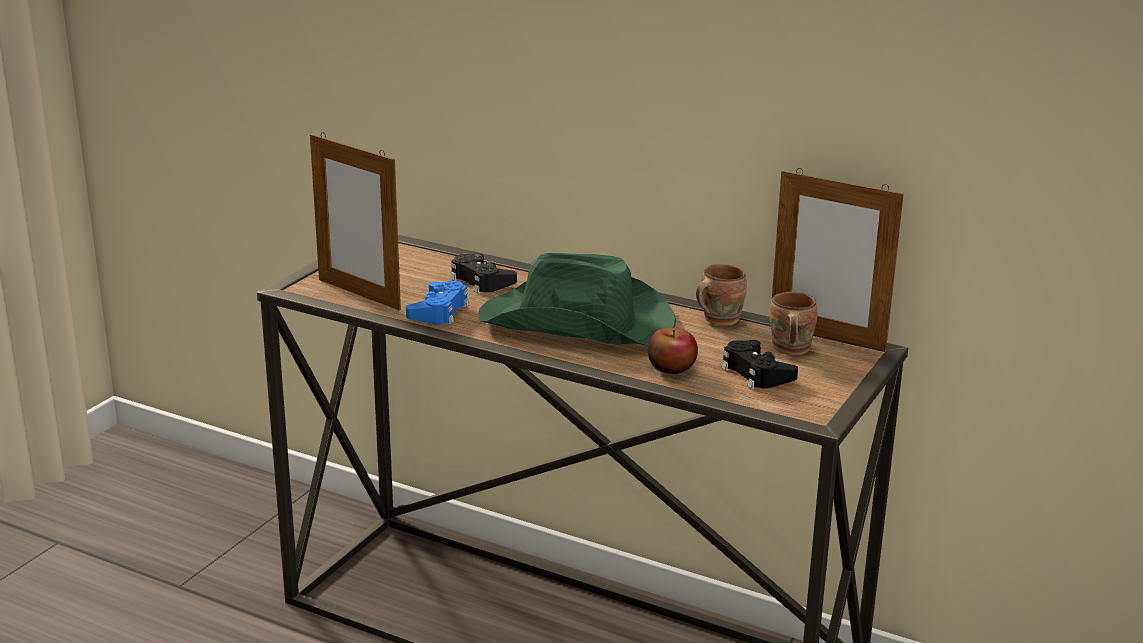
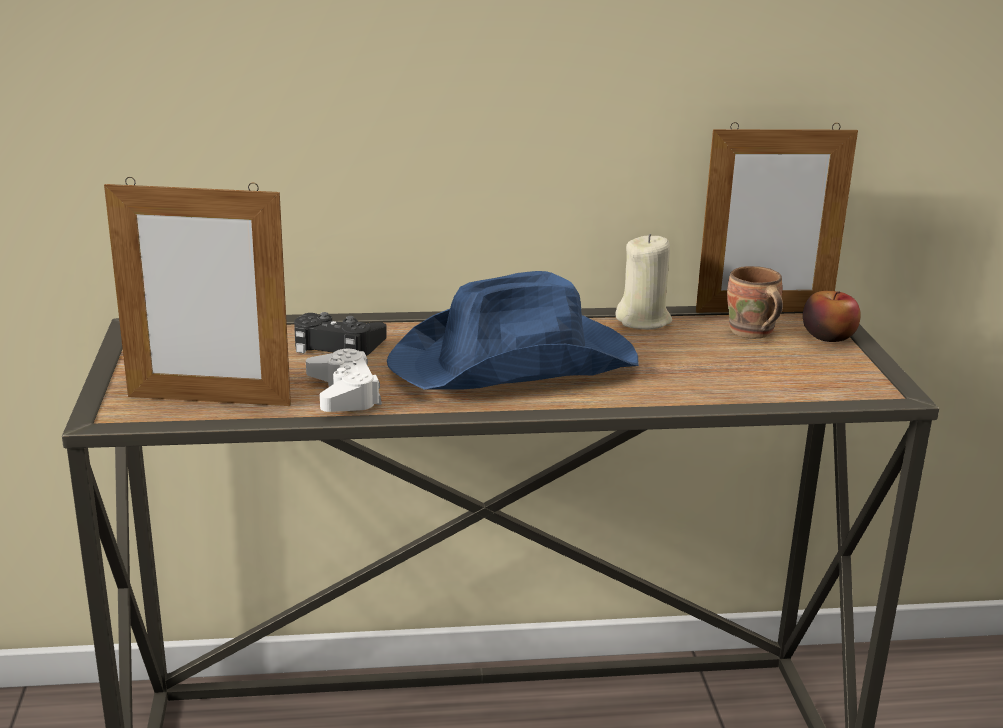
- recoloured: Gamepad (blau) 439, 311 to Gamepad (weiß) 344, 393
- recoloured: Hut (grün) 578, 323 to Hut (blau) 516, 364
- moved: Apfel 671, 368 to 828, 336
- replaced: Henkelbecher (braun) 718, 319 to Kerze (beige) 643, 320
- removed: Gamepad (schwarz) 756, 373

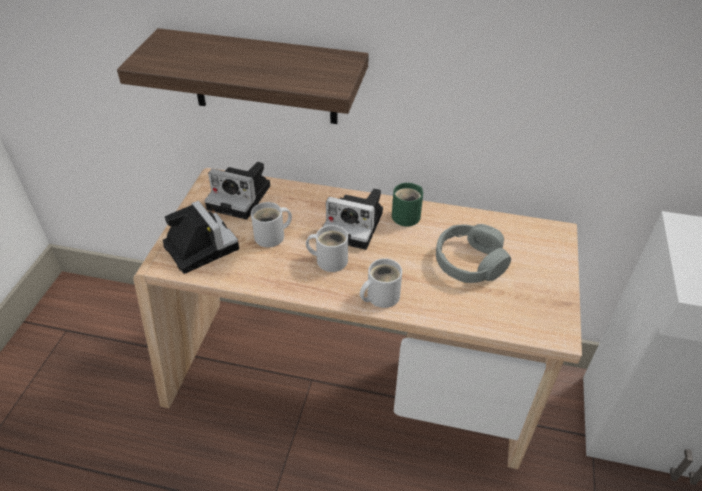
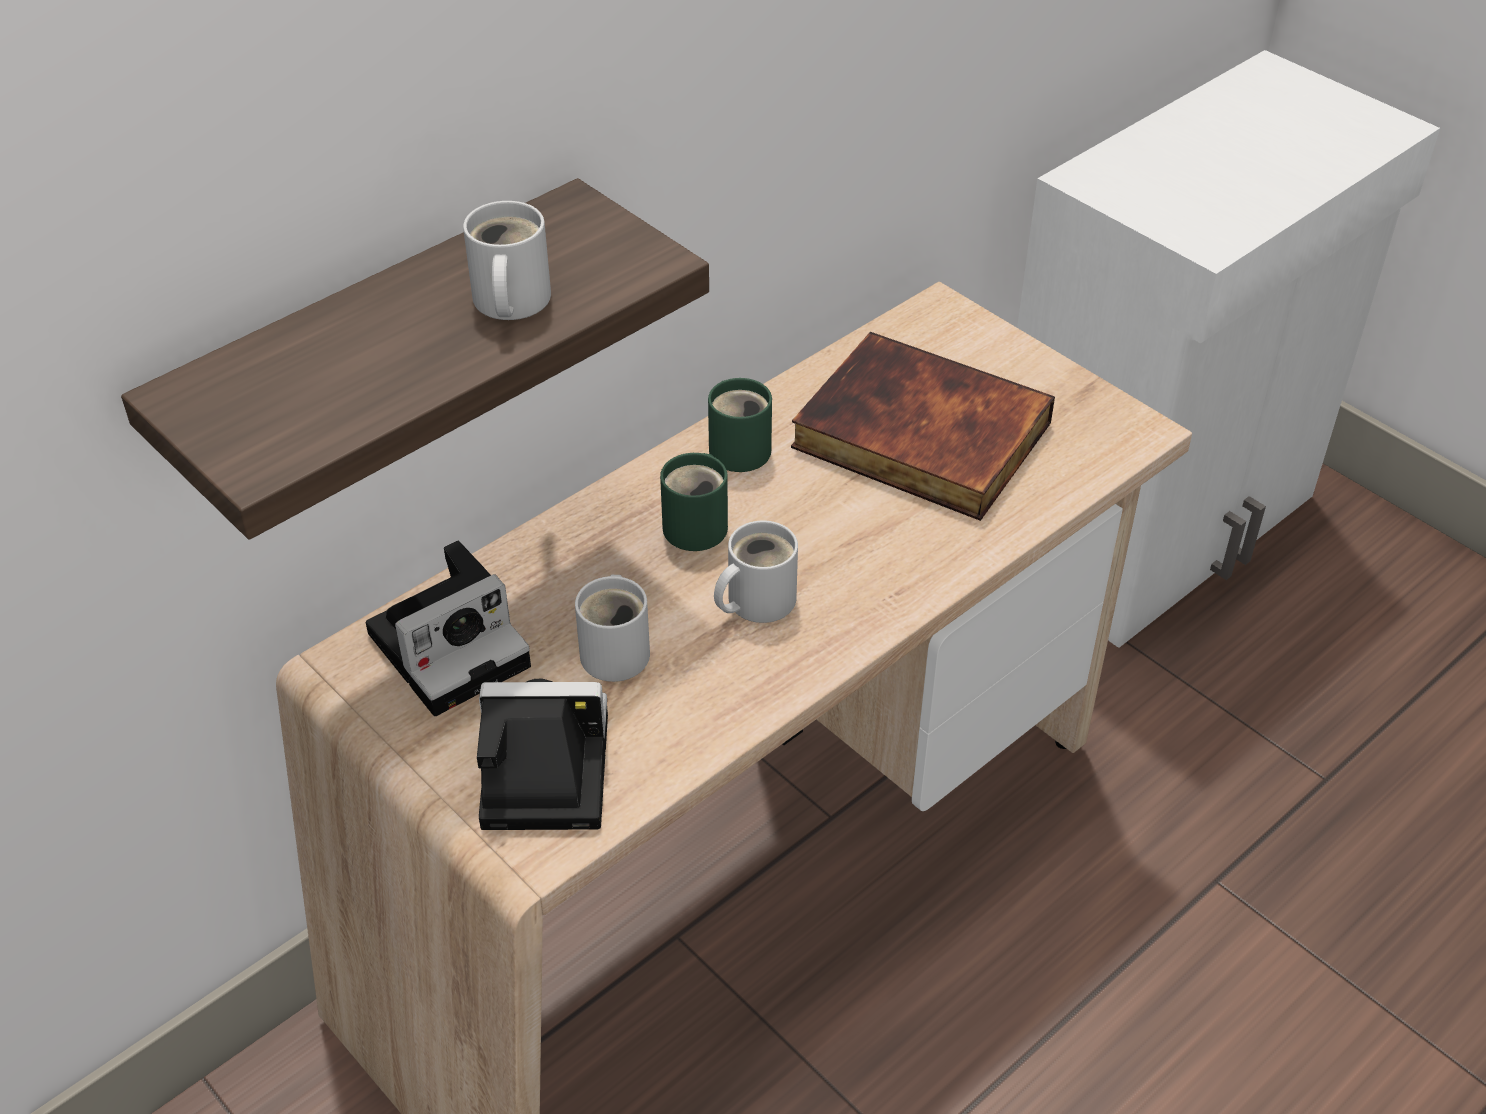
- replaced: Kamera 355, 225 to Henkelbecher (grün) 699, 524
- moved: Henkelbecher (weiß) 380, 296 to 508, 302
- replaced: Kopfhörer (grau) 470, 262 to Buch 918, 437

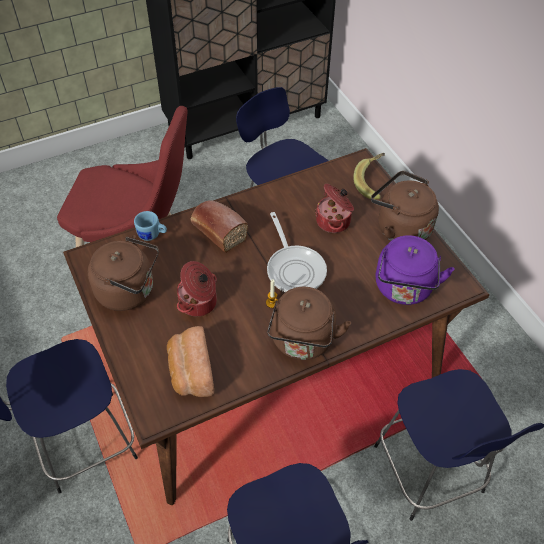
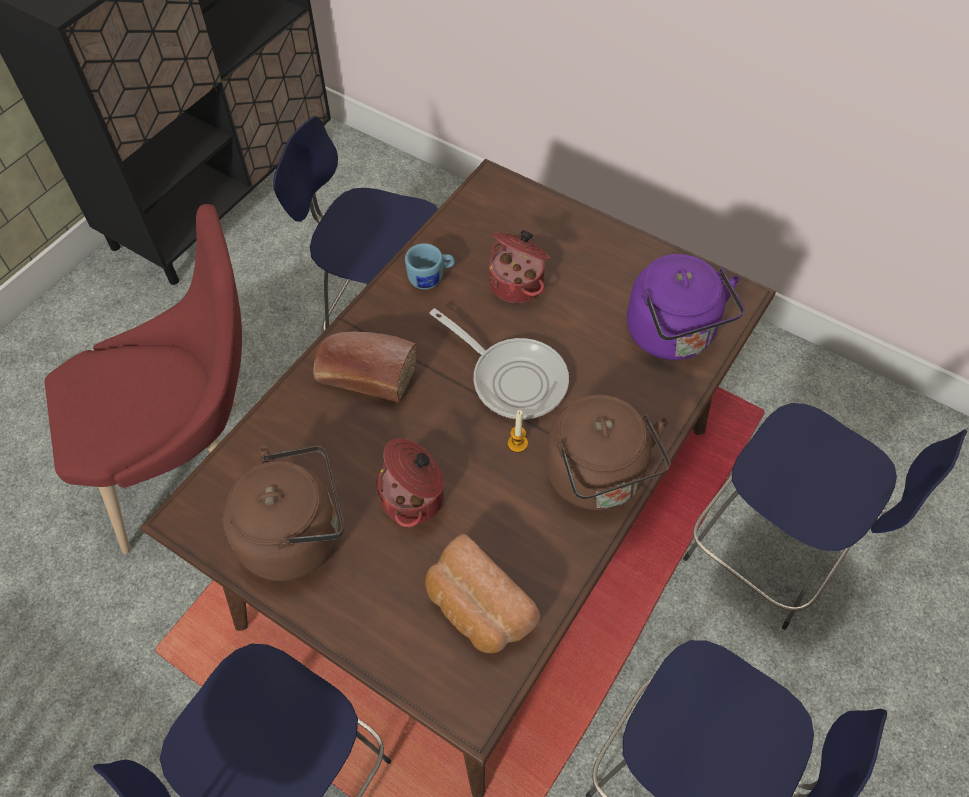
- moved: Henkelbecher (blau) 152, 235 to 431, 278
- removed: Banane 373, 183
- removed: Wasserkessel (braun) 400, 227

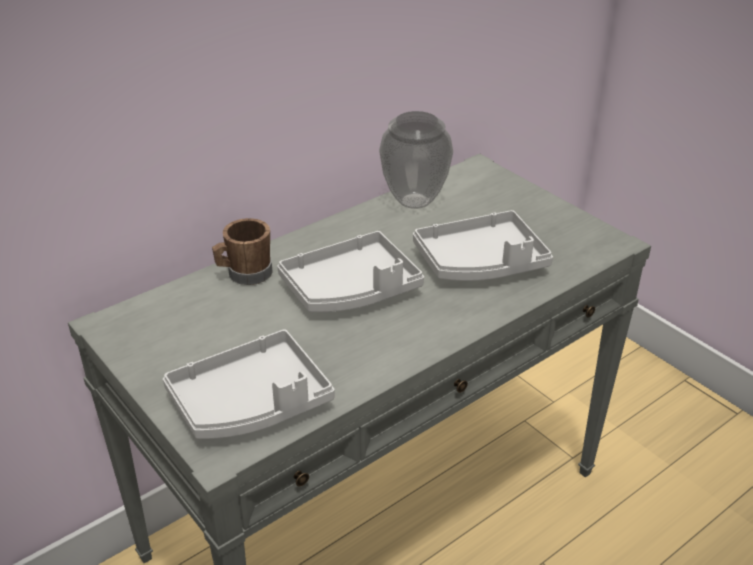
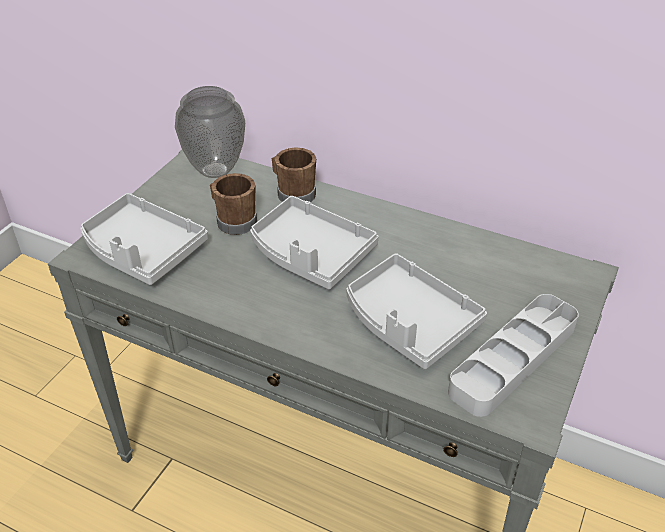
- moved: Vase 414, 202 to 214, 170
- added: Henkelbecher (braun) 233, 221
- added: Tablett (grau) 513, 359

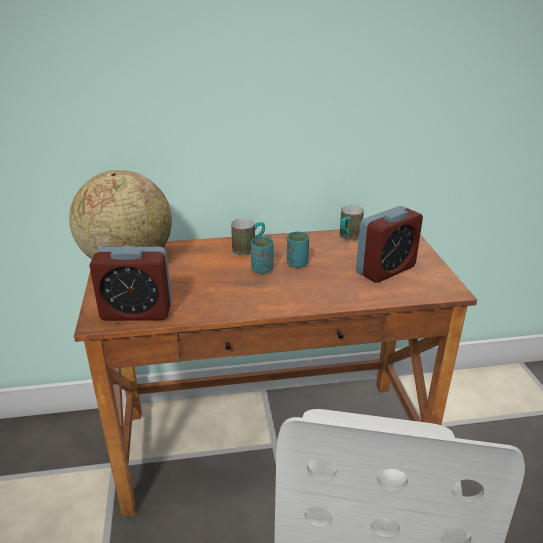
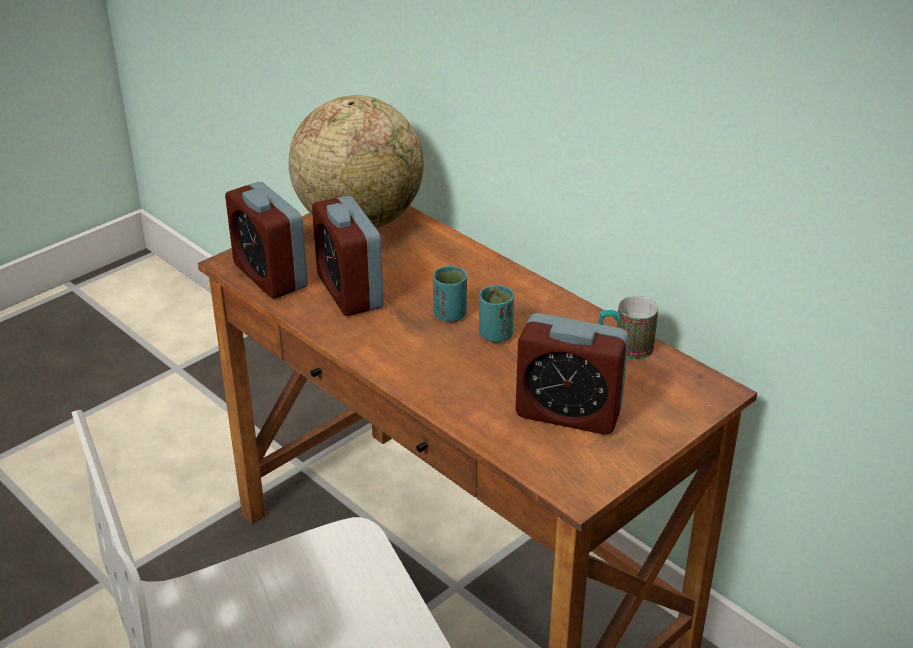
- removed: Henkelbecher 249, 249
- added: Wecker 350, 292

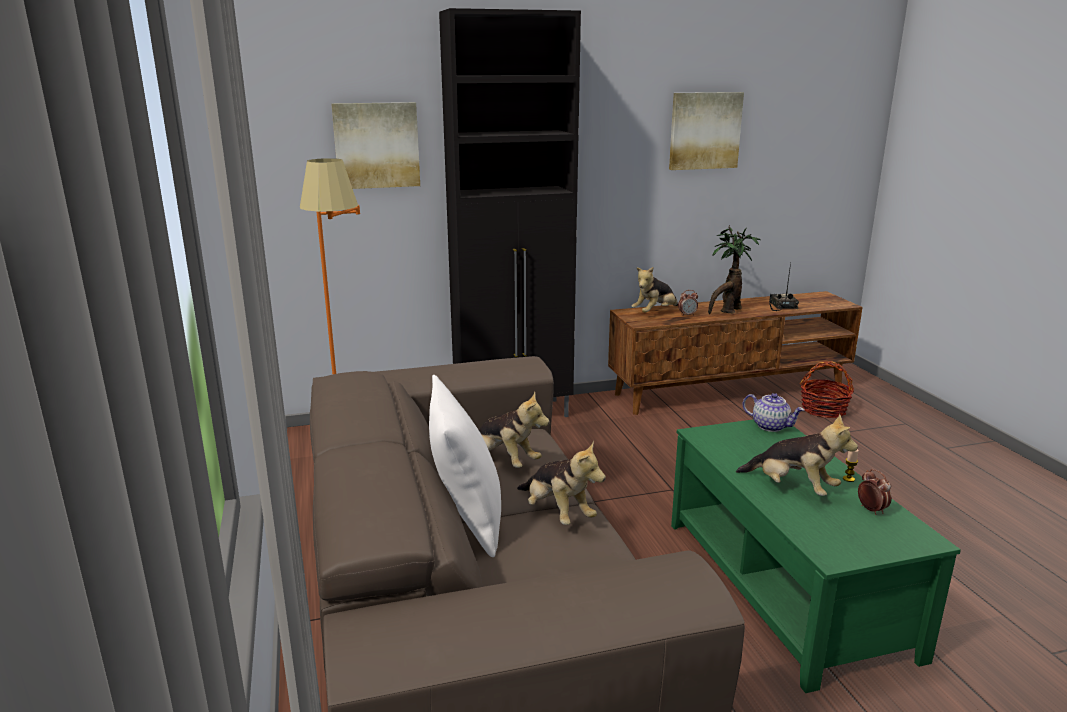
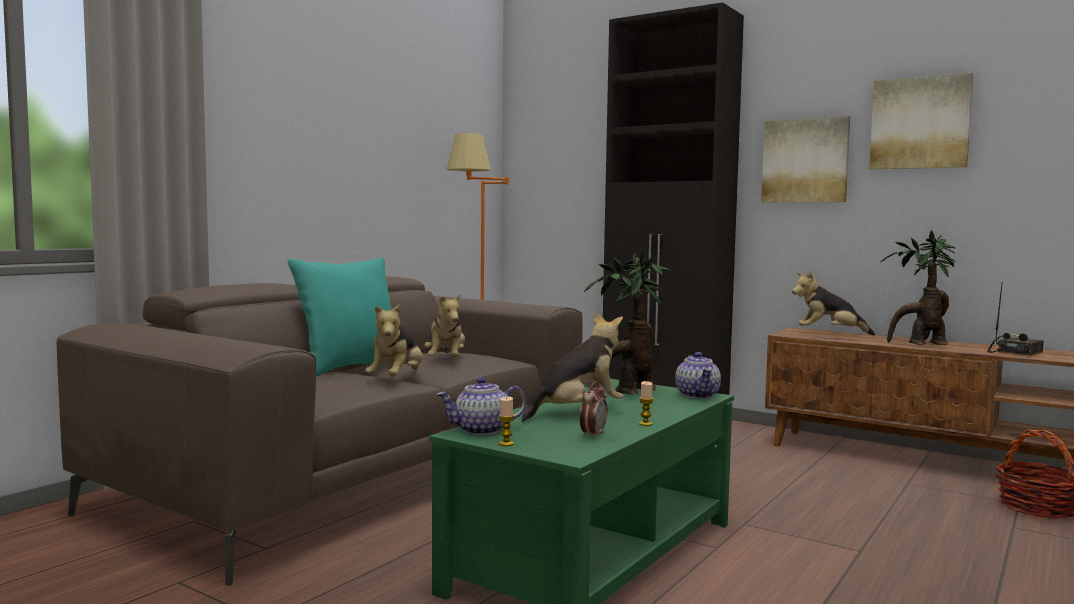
- moved: Bild 376, 145 to 805, 160
- recoloured: Kissen (weiß) 467, 519 to Kissen (türkis) 350, 368
- removed: Wecker 687, 315
- turned: Plüschtier 792, 488 = 577, 412 120 degrees counterclockwise
- added: Teekanne 481, 430
- added: Kerze 506, 444
- added: Topfpflanze 628, 392

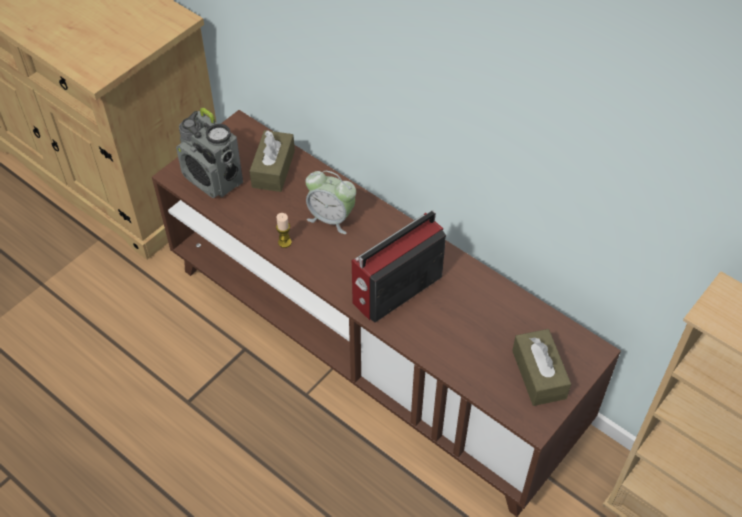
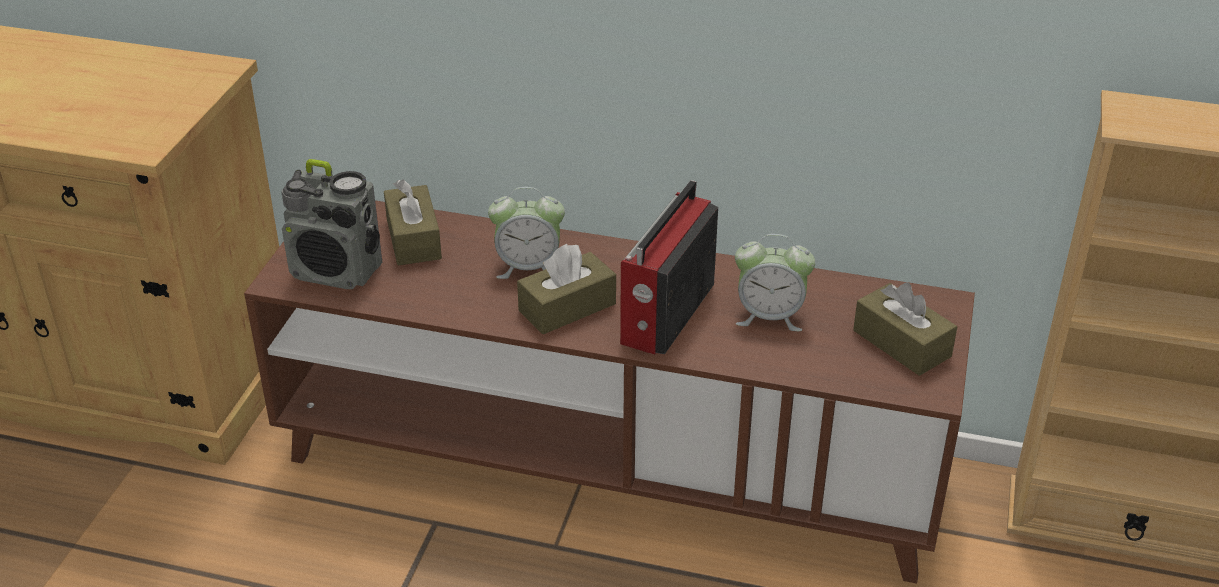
- removed: Kerze 284, 242
- added: Taschentuchbox (braun) 567, 307
- added: Wecker 770, 316

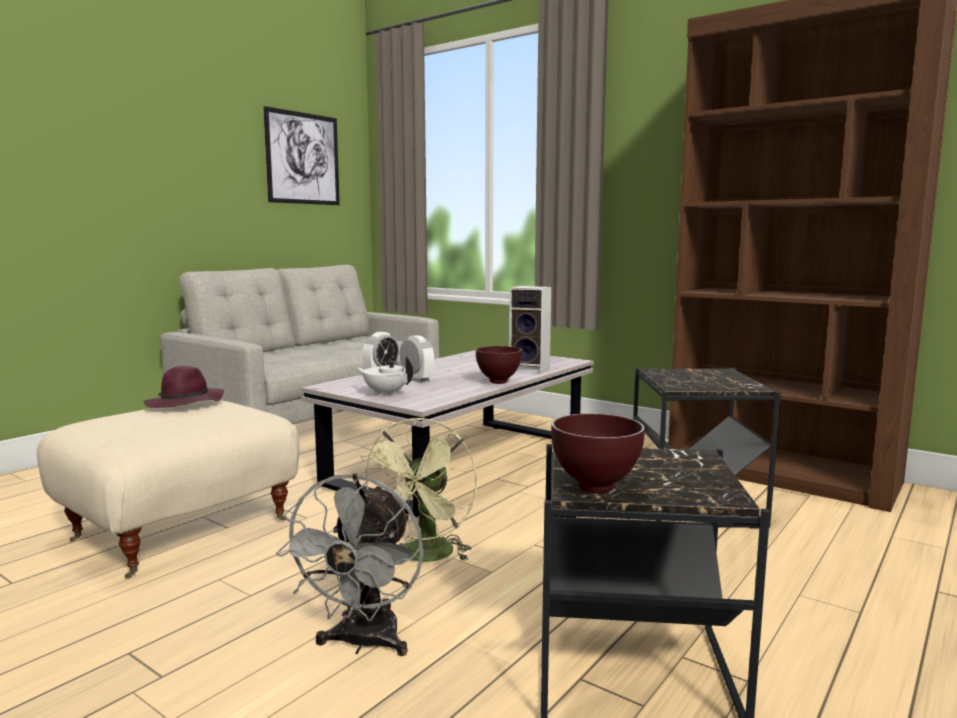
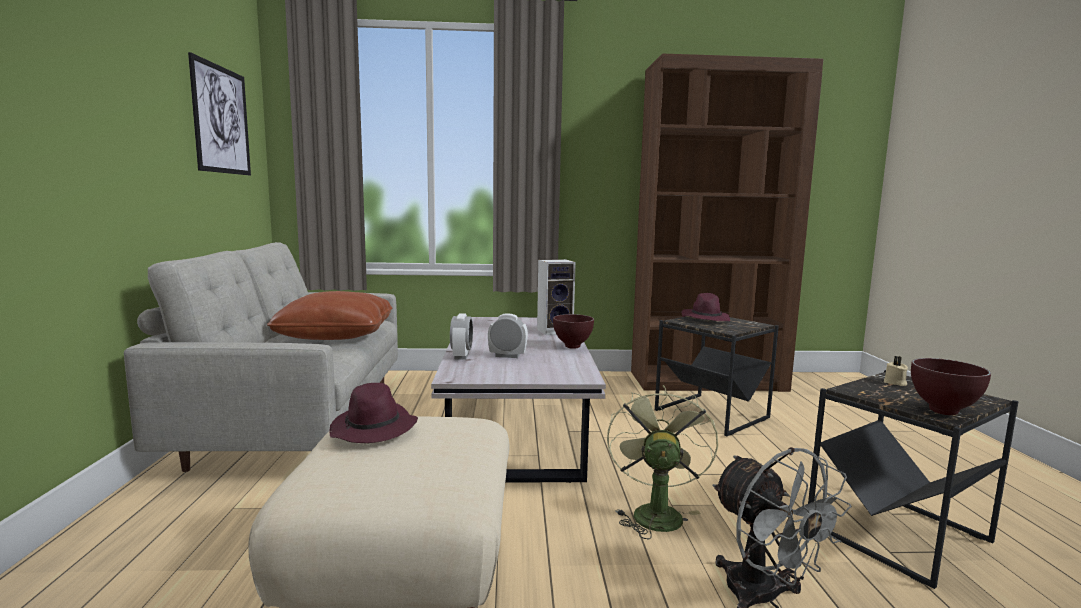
- removed: Teekanne (weiß) 385, 394
- turned: Ventilator (grün) 424, 557 = 655, 512 150 degrees counterclockwise
- added: Kissen (braun) 336, 335
- added: Hut (lila) 705, 319
- added: Kerze (beige) 895, 383

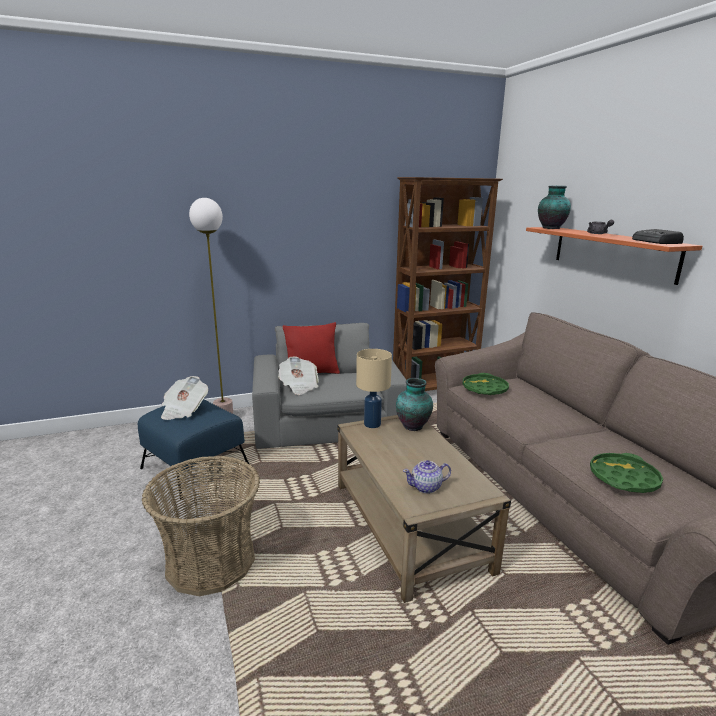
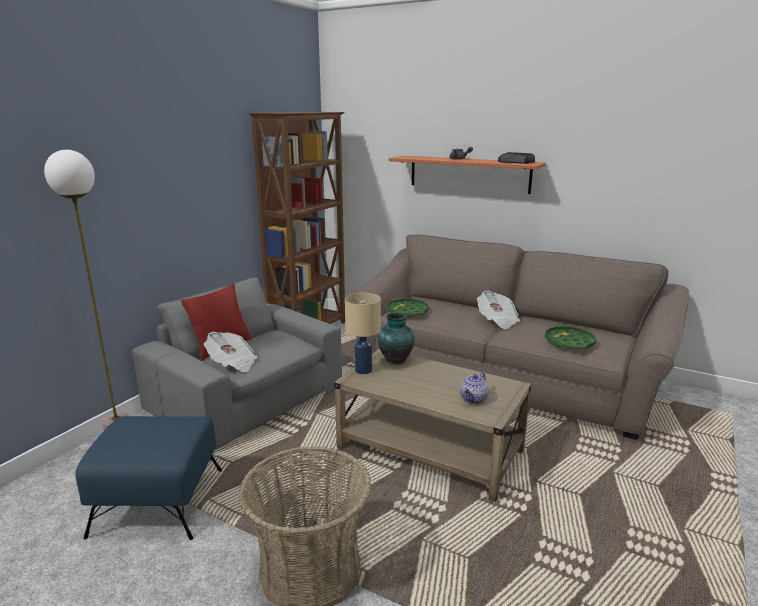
- moved: Zeitung 184, 410 to 497, 320
- removed: Vase 551, 228

